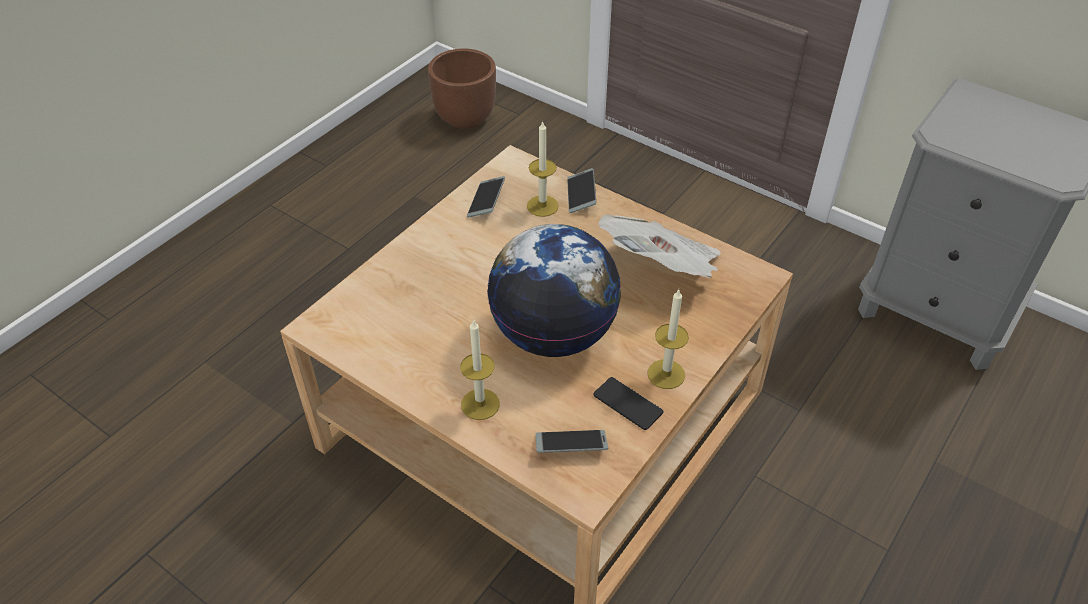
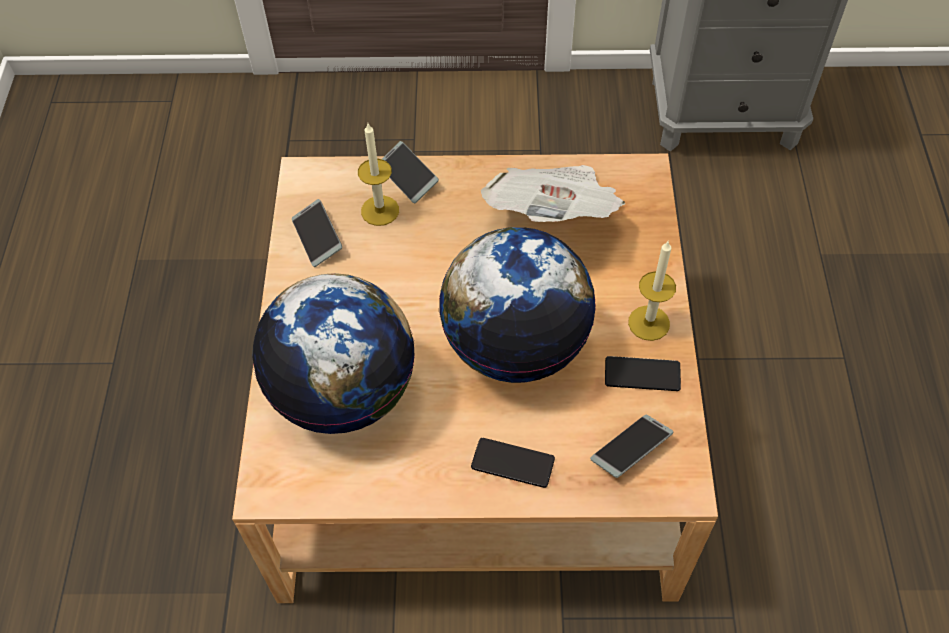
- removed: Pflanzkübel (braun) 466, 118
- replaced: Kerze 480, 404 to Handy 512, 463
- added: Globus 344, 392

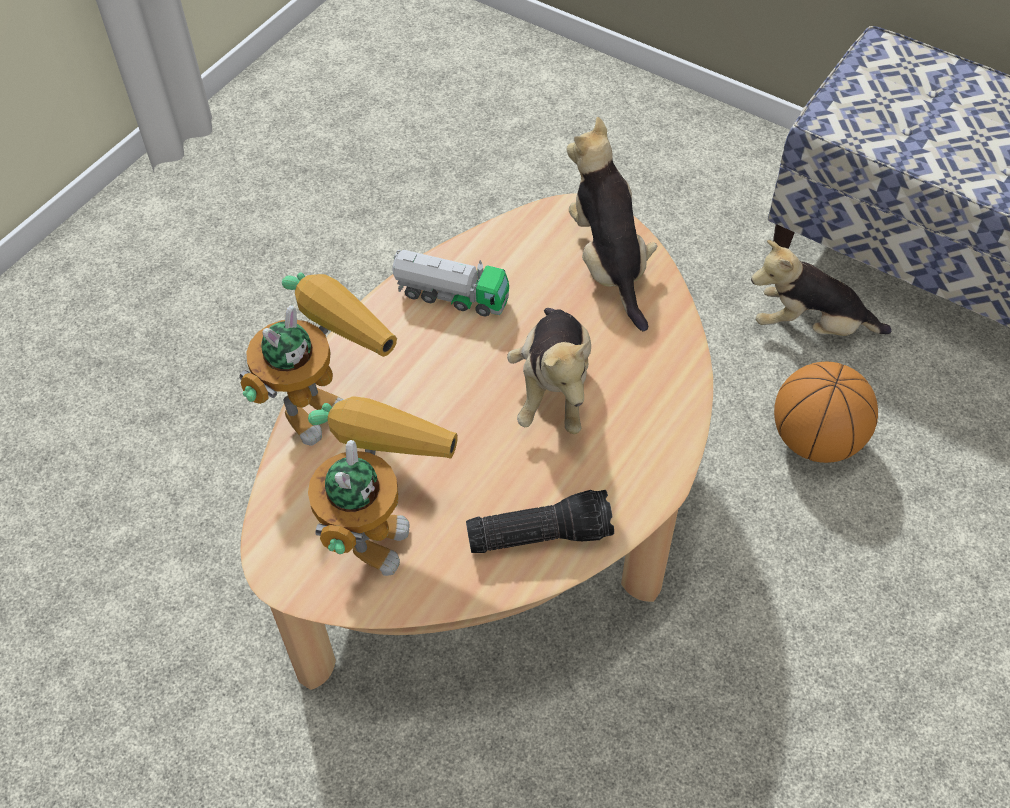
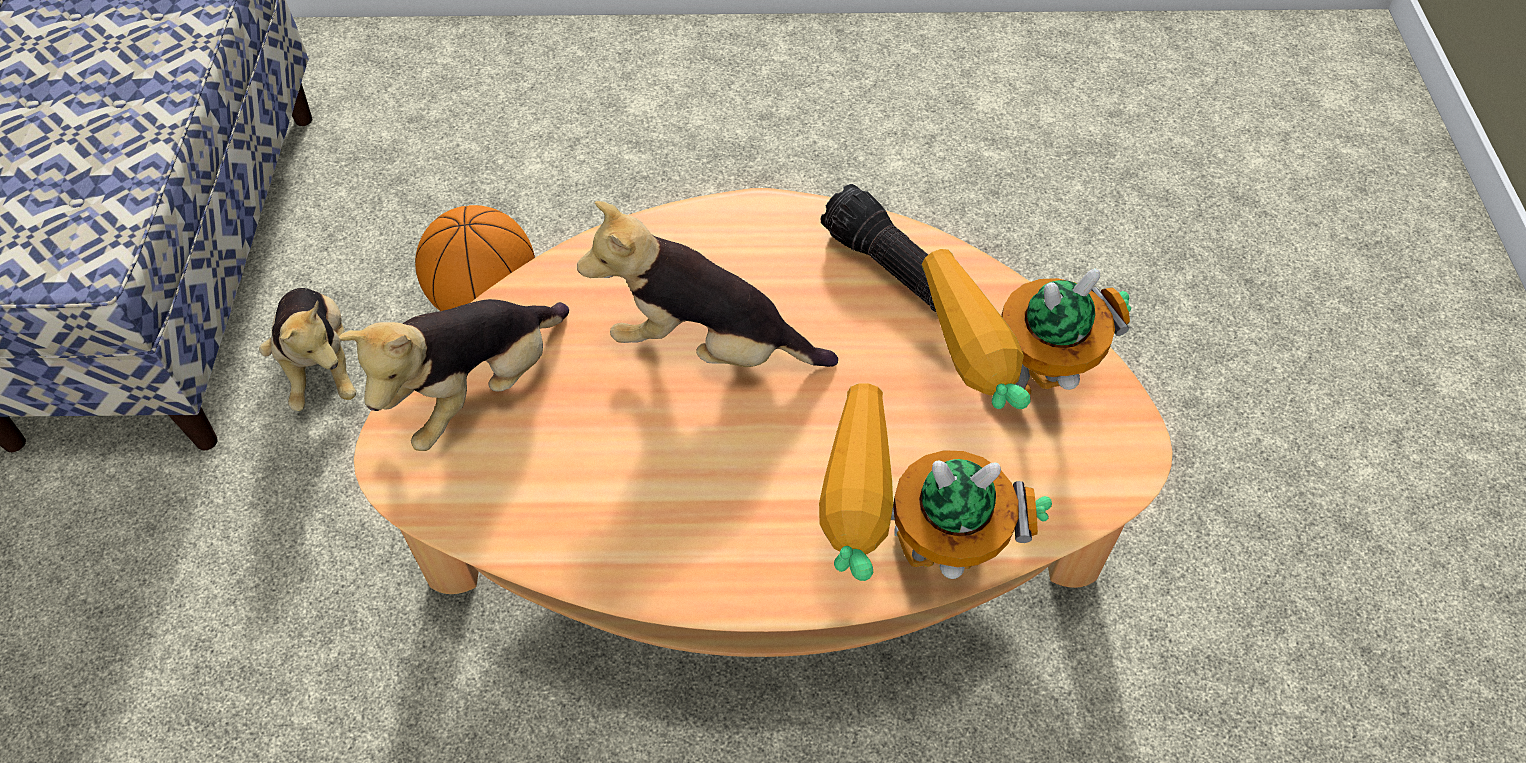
- removed: Spielzeuglaster 451, 296
- turned: Plüschtier 553, 388 = 709, 347 135 degrees counterclockwise

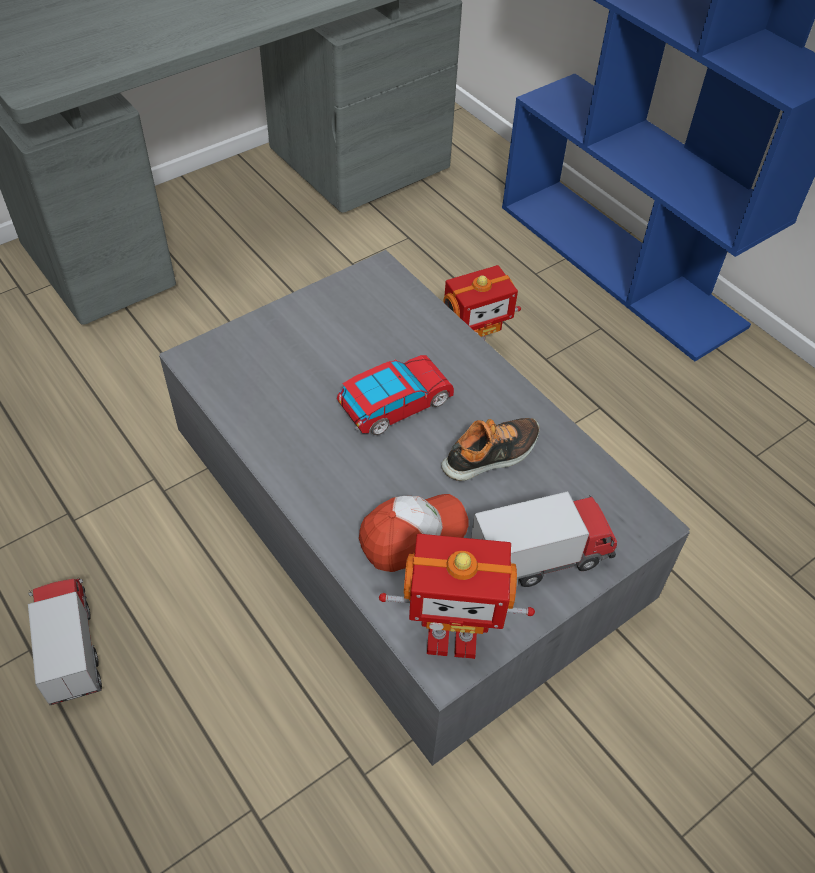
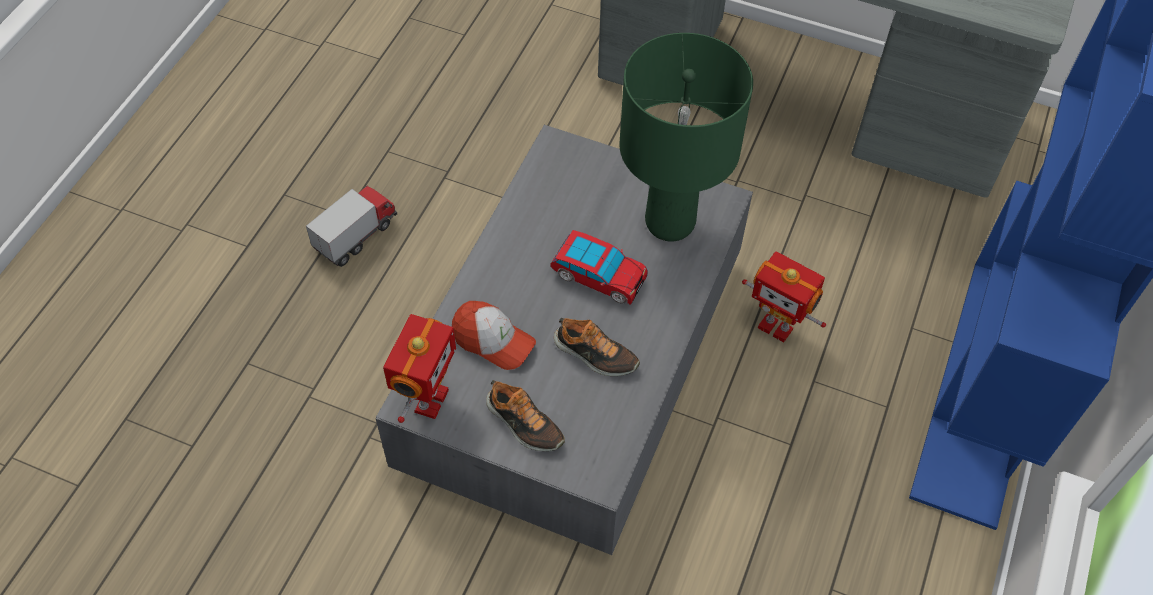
- turned: Spielzeugroboter 451, 638 = 428, 400 135 degrees counterclockwise
- replaced: Spielzeuglaster 540, 559 to Schuh 523, 424
- added: Tischlampe (grün) 670, 223

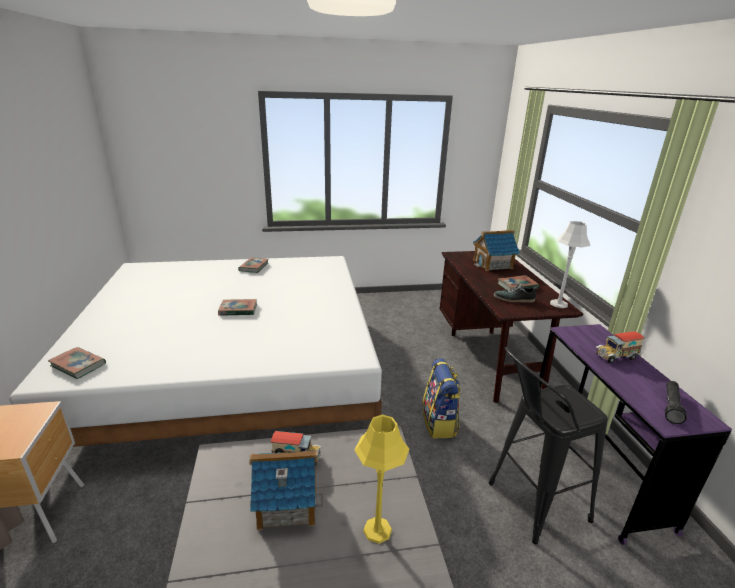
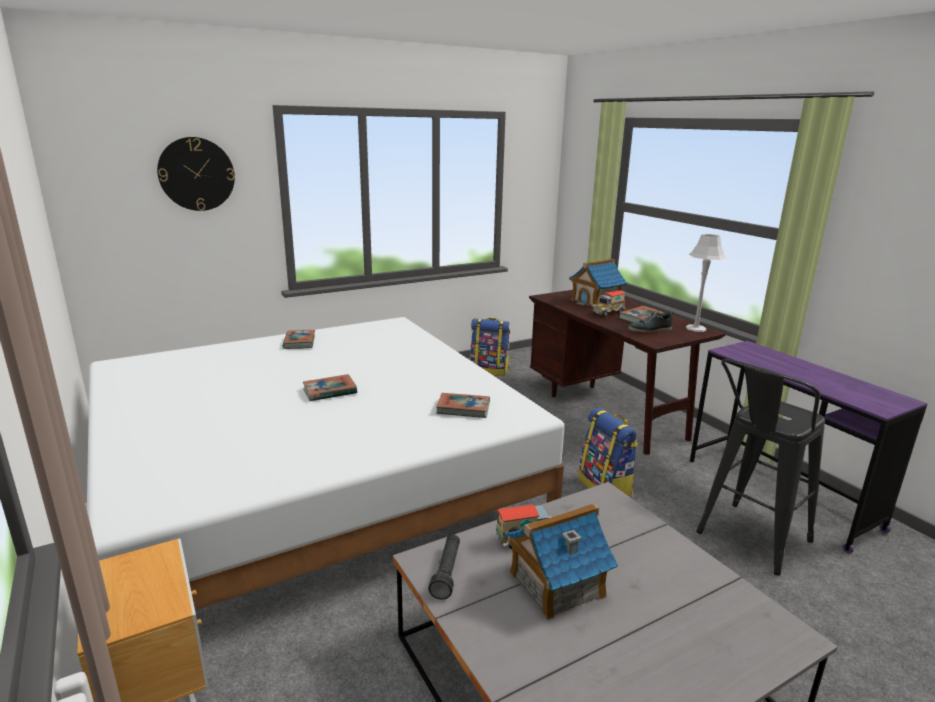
- moved: Buch 78, 365 to 463, 408
- removed: Tischlampe (gelb) 377, 530
- moved: Spielzeuglaster 615, 357 to 607, 313
- moved: Taschenlampe (schwarz) 671, 406 to 447, 572
- added: Wanduhr 196, 174
- added: Rucksack 489, 370

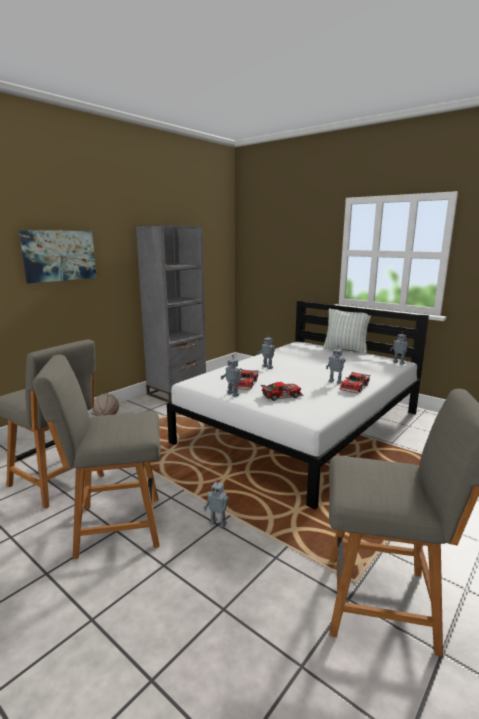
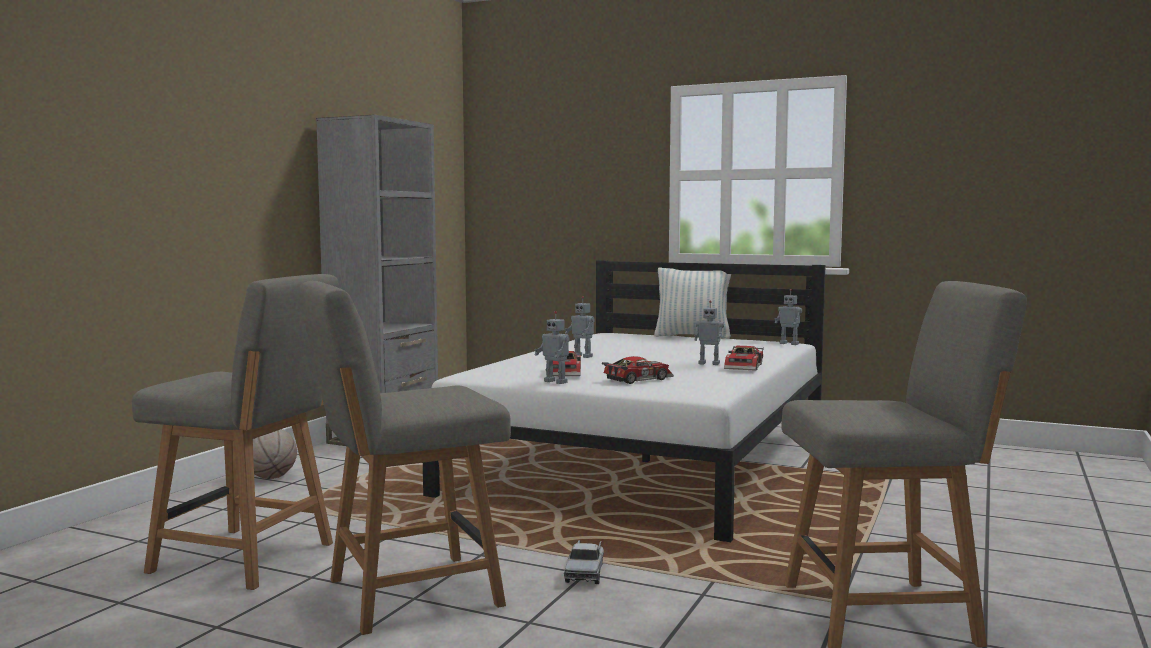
- removed: Bild 59, 255
- replaced: Spielzeugroboter 218, 523 to Spielzeuglaster 585, 572

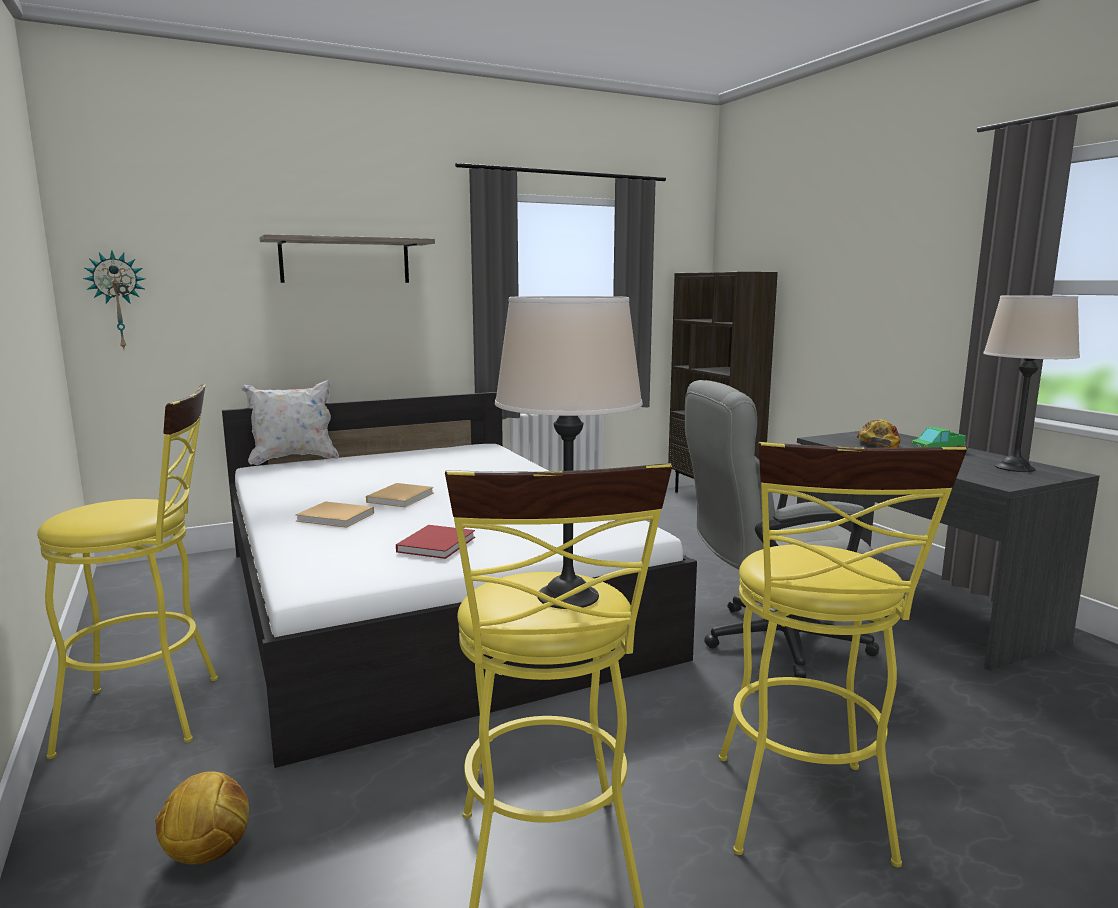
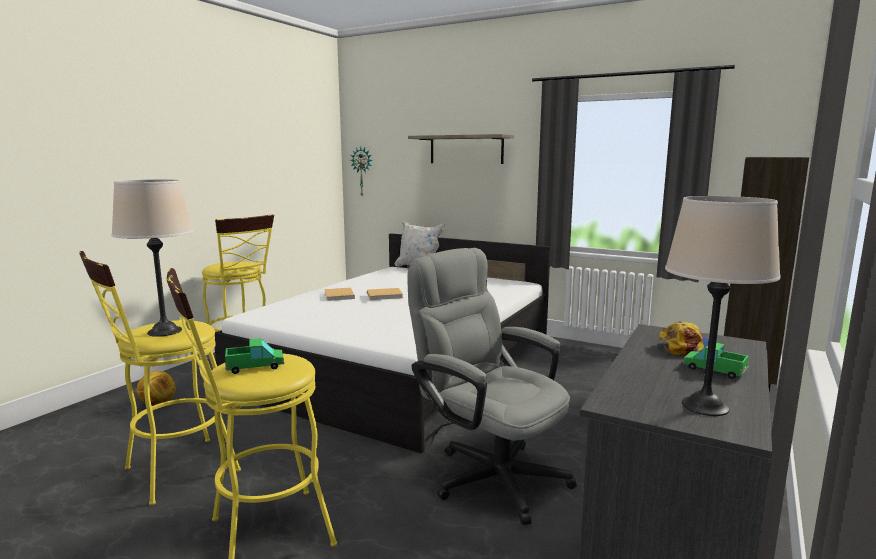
- removed: Buch (rot) 437, 543
- added: Spielzeuglaster 255, 366

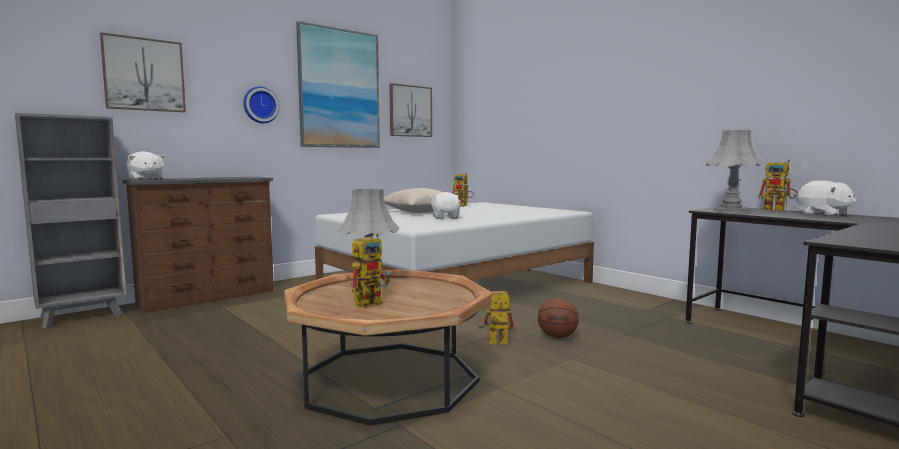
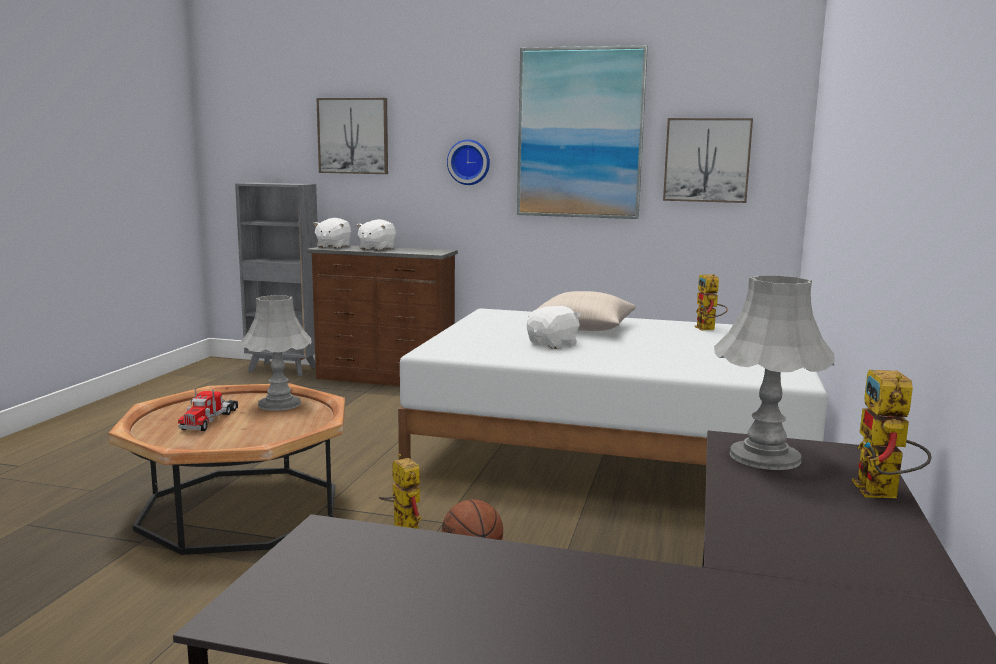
- replaced: Spielzeugroboter 371, 302 to Spielzeuglaster 209, 420
- moved: Plüschtier (weiß) 823, 214 to 376, 248

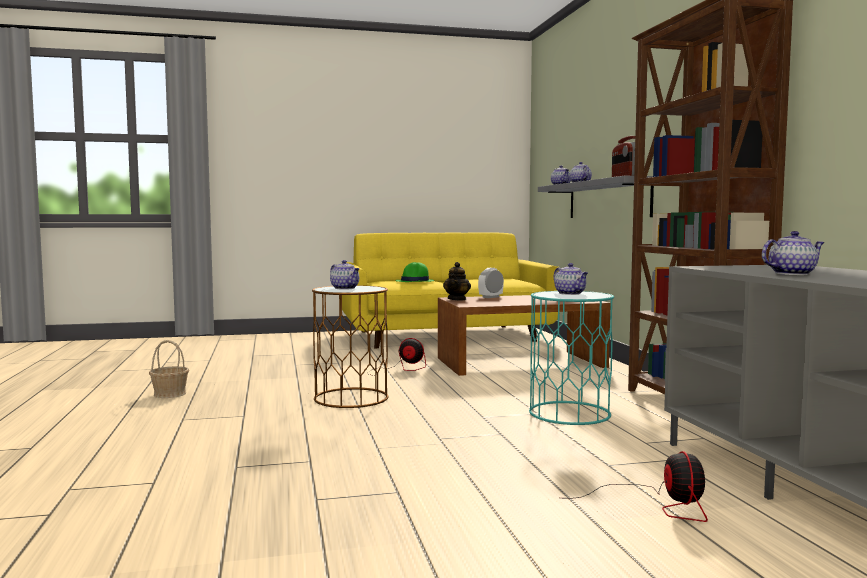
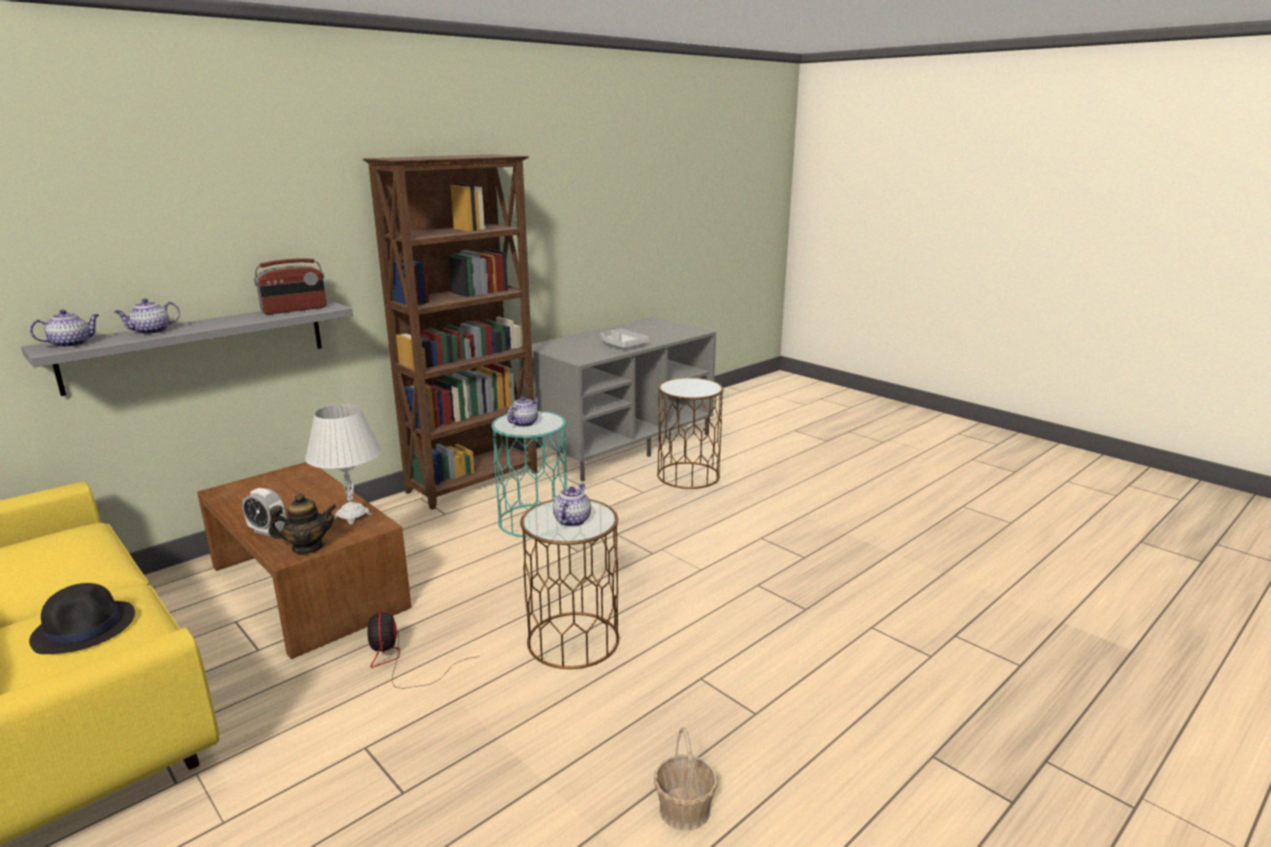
- recoloured: Hut (grün) 415, 281 to Hut (schwarz) 85, 628
- replaced: Ventilator 657, 505 to Beistelltisch (braun) 688, 475
- replaced: Teekanne 792, 274 to Tablett (grau) 622, 345
- added: Tischlampe (weiß) 352, 516

